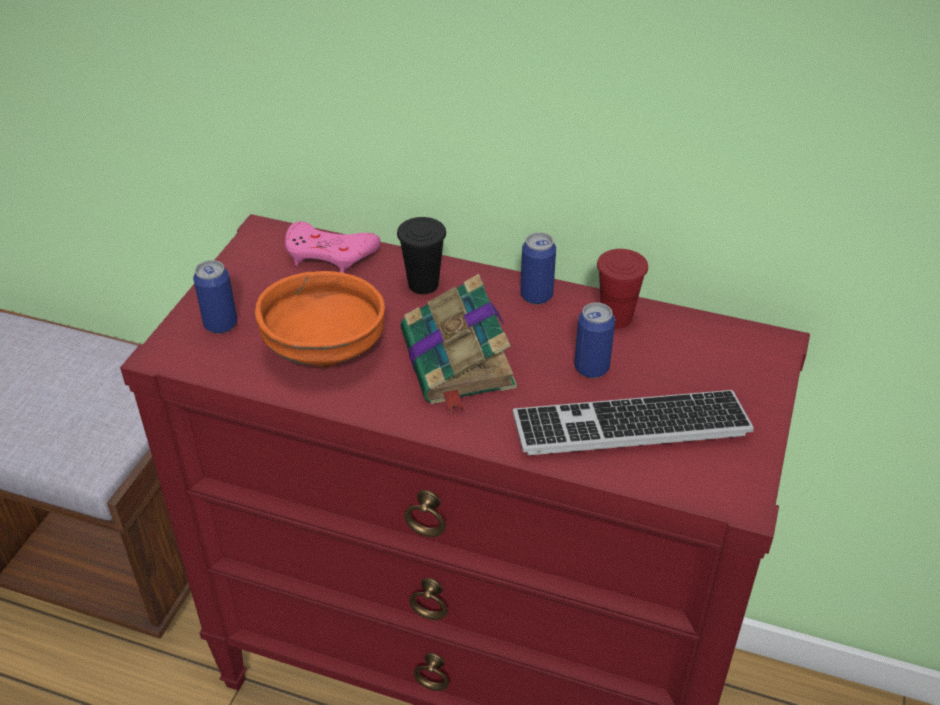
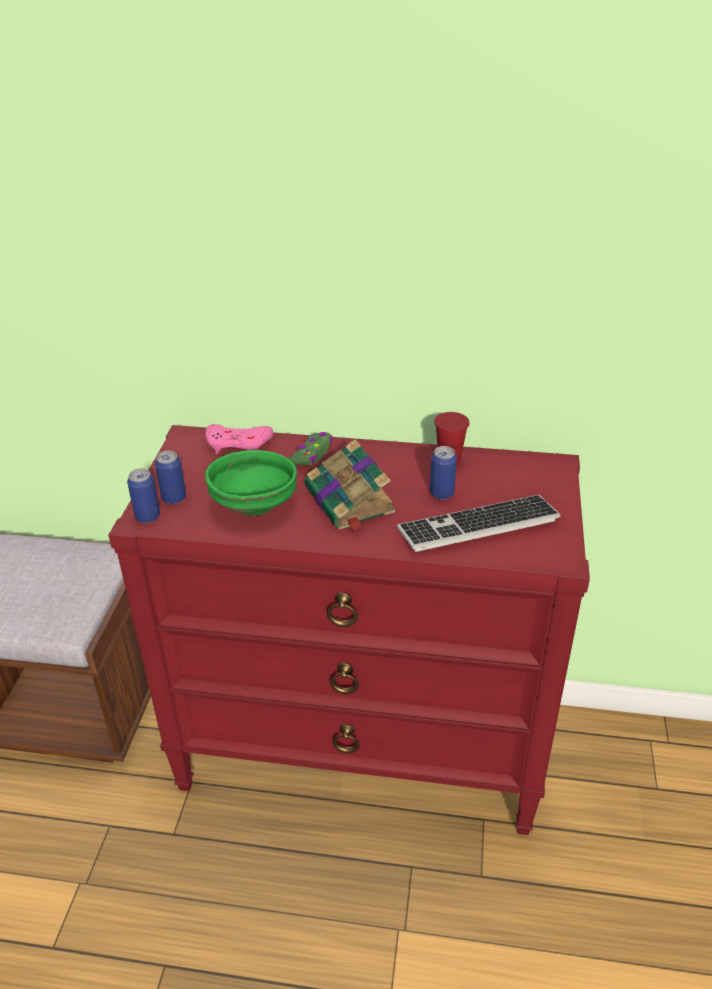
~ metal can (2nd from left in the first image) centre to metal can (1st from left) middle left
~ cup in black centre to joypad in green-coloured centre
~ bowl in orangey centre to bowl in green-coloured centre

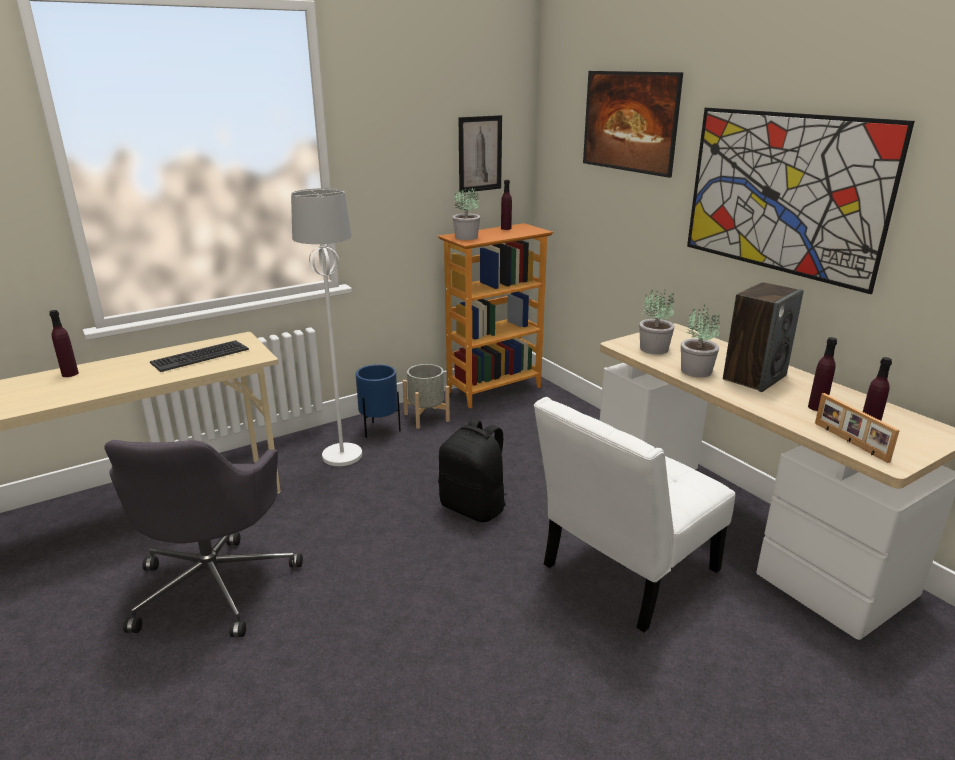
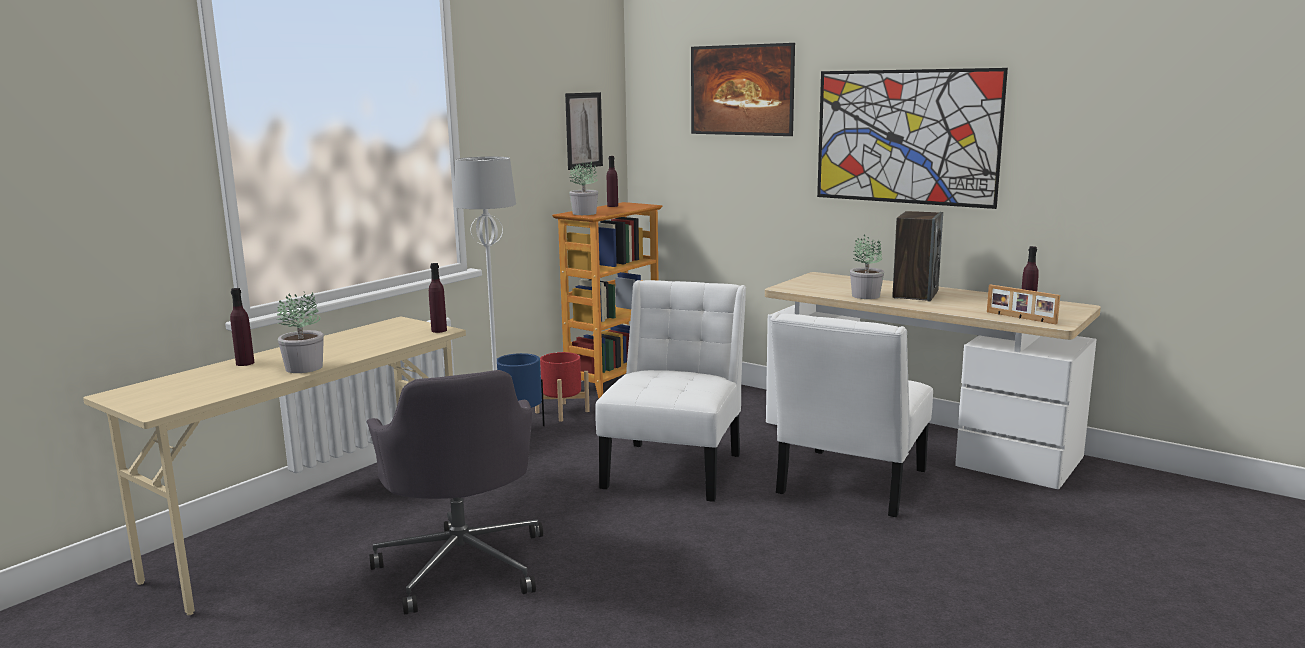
- PC keyboard middle left
~ potted plant (2nd from left in the first image) middle right to potted plant (1st from left) middle left
~ beverage bottle in purple (3rd from left in the first image) middle right to beverage bottle in purple (2nd from left) centre
~ backpack in black centre to chair in whitish (1st from left) centre
~ plant pot in grey centre to plant pot in red-coloured centre

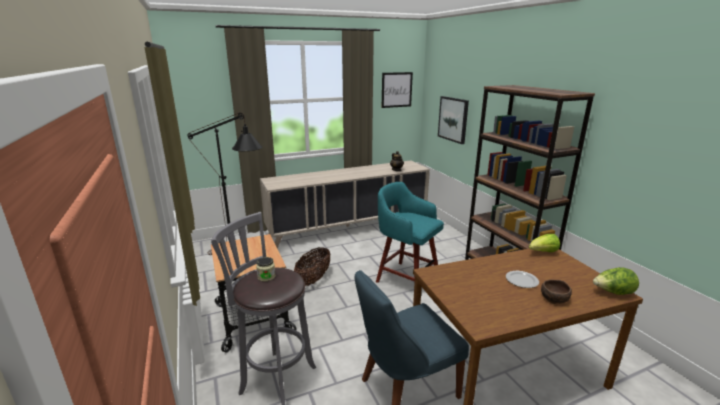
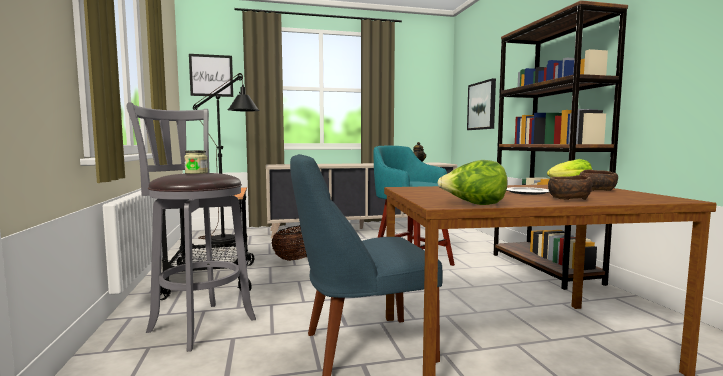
+ bowl in brown-coloured (2nd from left) middle right
~ wall picture (1st from left) top centre to top left
~ head of lettuce (2nd from left in the first image) bottom right to head of lettuce (1st from left) centre

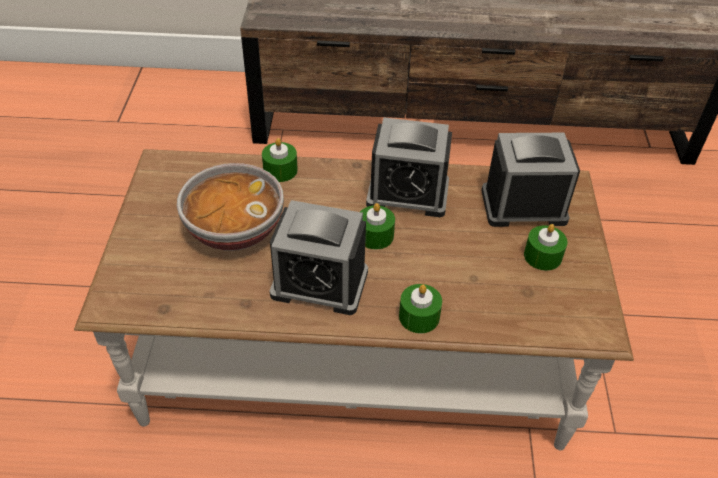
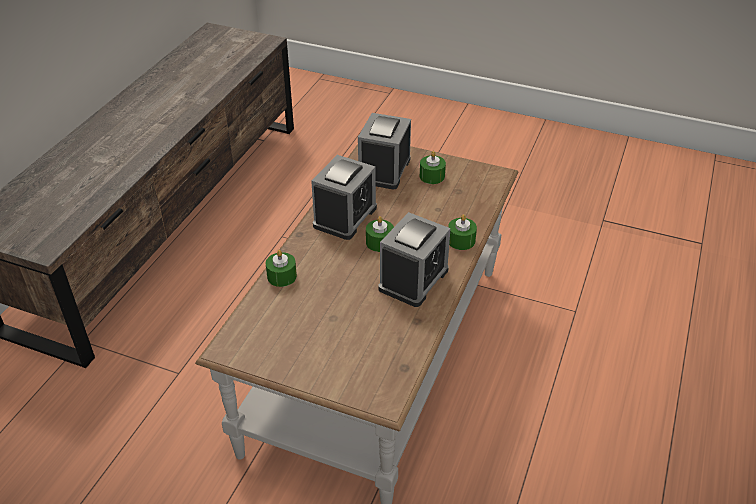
- bowl middle left

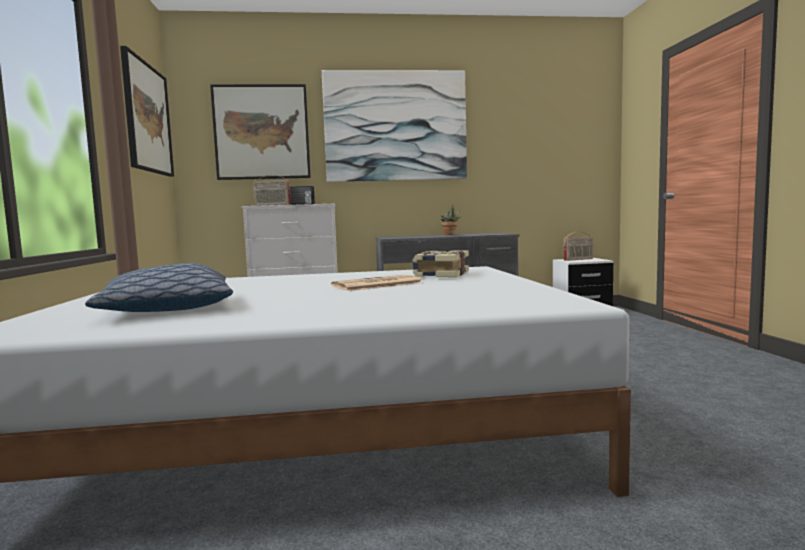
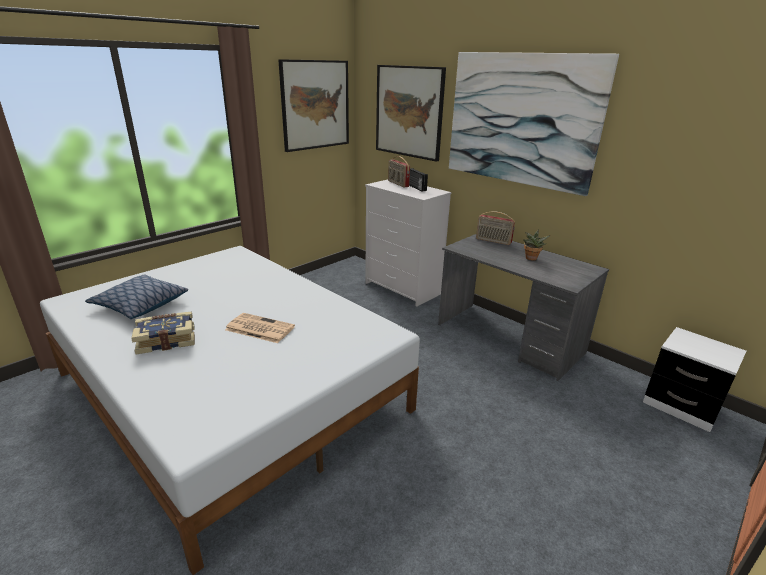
~ book centre to middle left
~ radio (3rd from left) middle right to centre

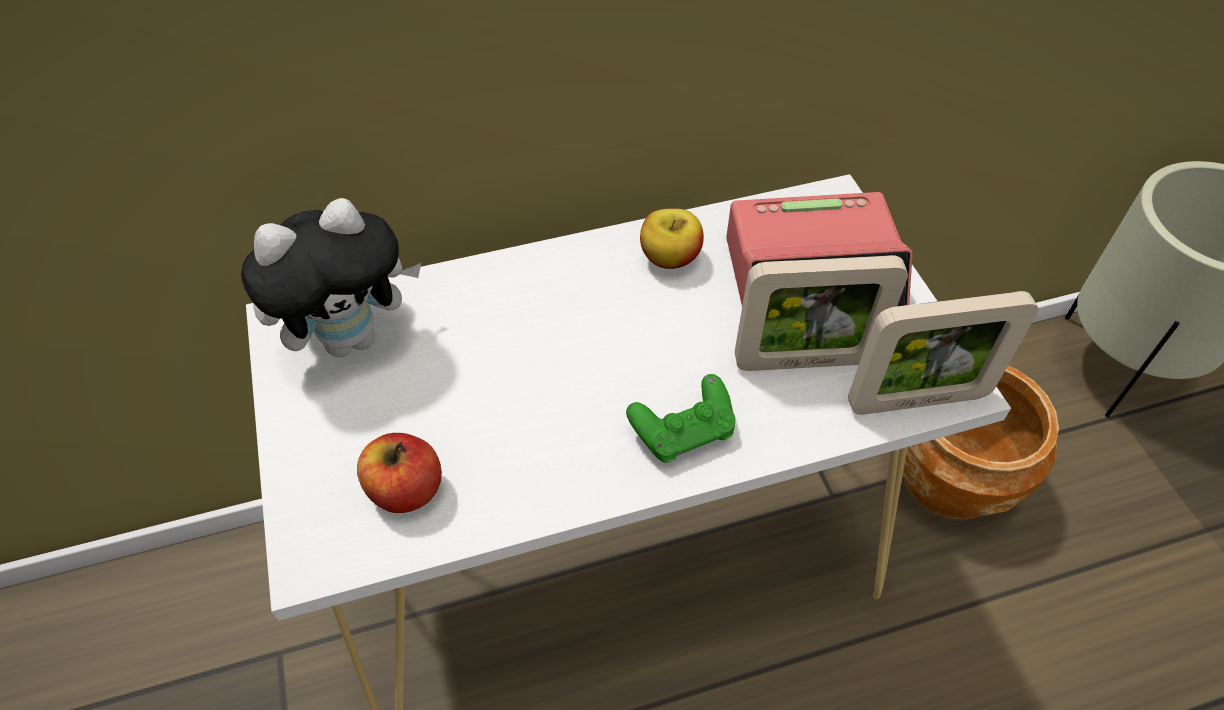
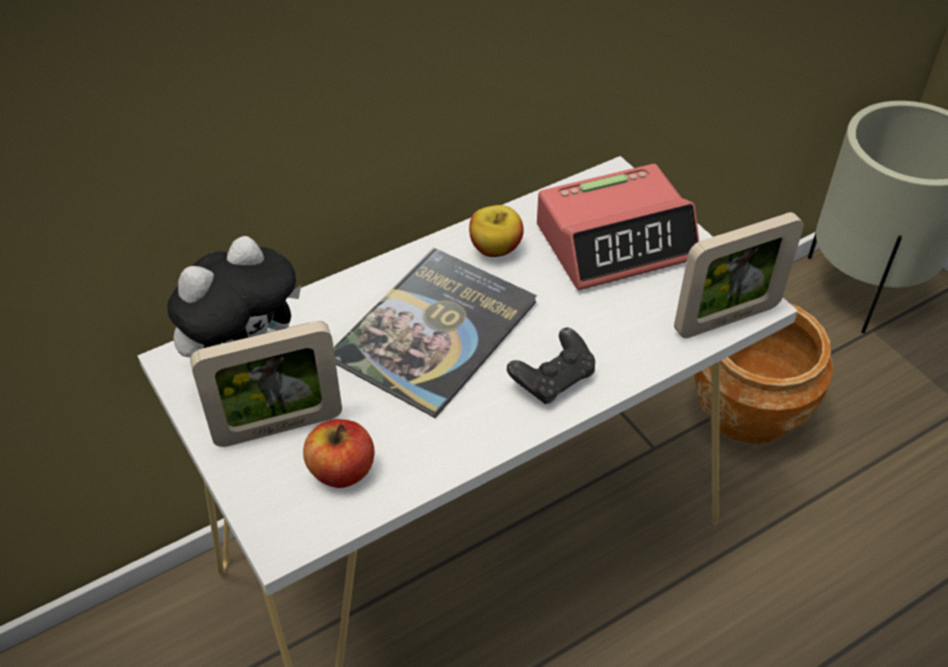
+ book centre
~ standing frame (1st from left) middle right to middle left
~ joypad in green-coloured centre to joypad in black centre

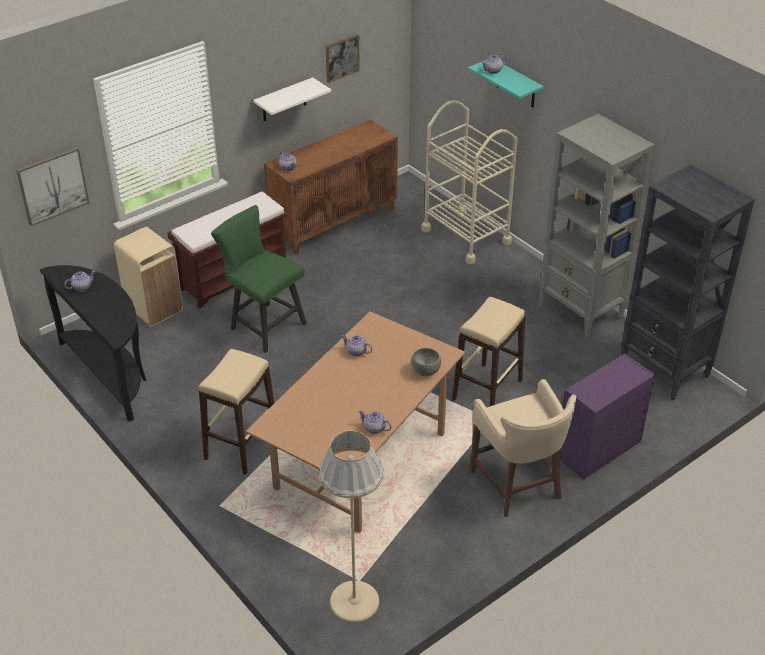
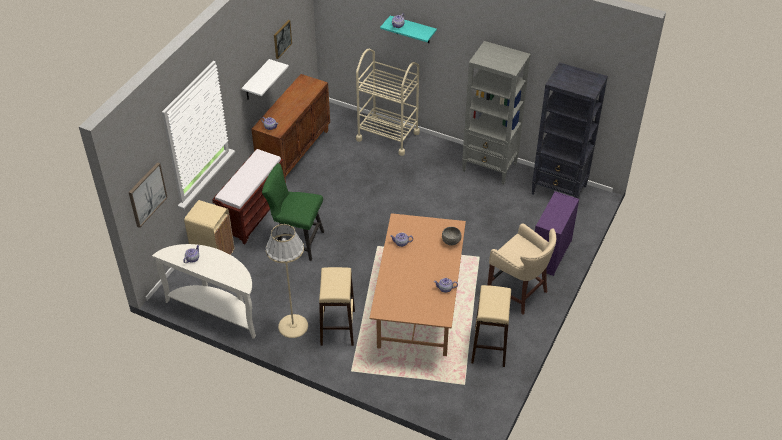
~ standard lamp in beige-coloured bottom centre to centre
~ stool in beige-coloured (2nd from left) centre to bottom centre
~ console table in black middle left to console table in whitish middle left

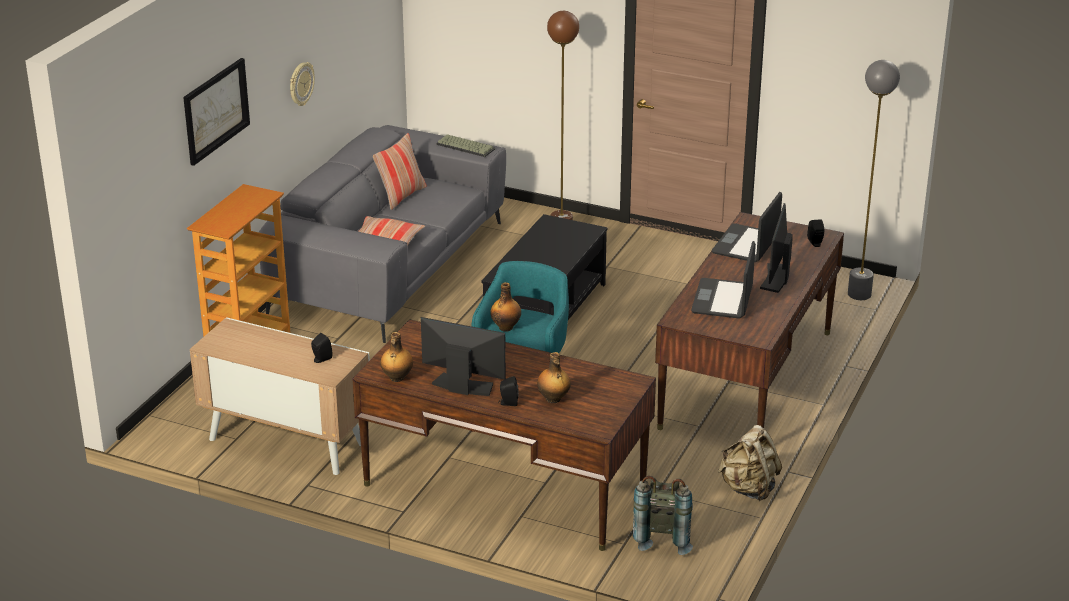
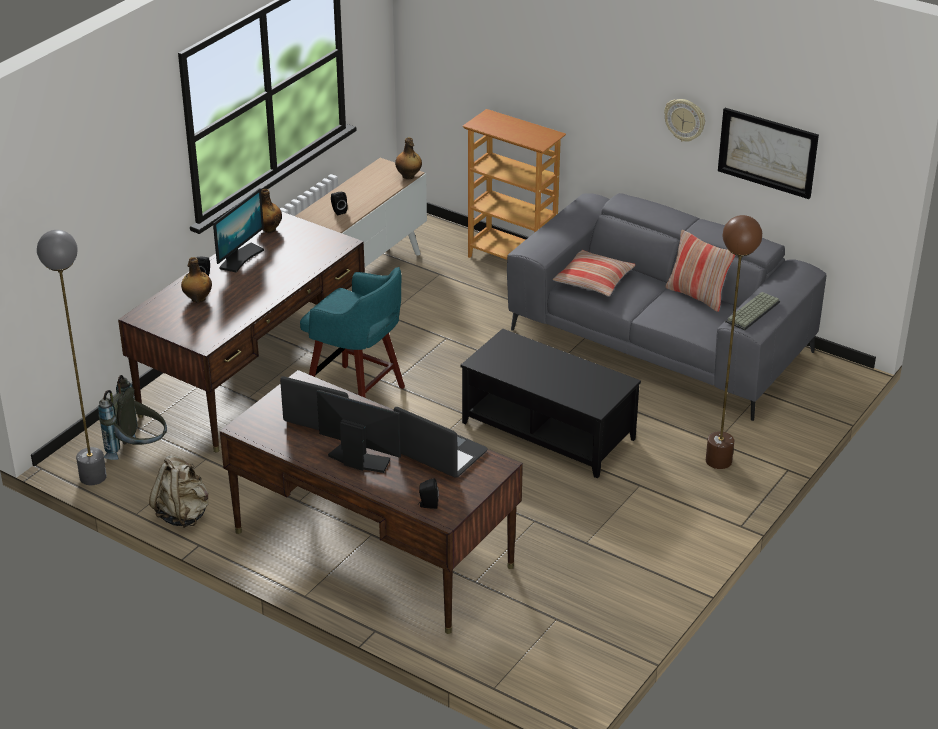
~ wall picture top left to top right
~ beverage bottle (2nd from left in the first image) centre to beverage bottle (3rd from left) top centre
~ standard lamp in grey top right to middle left

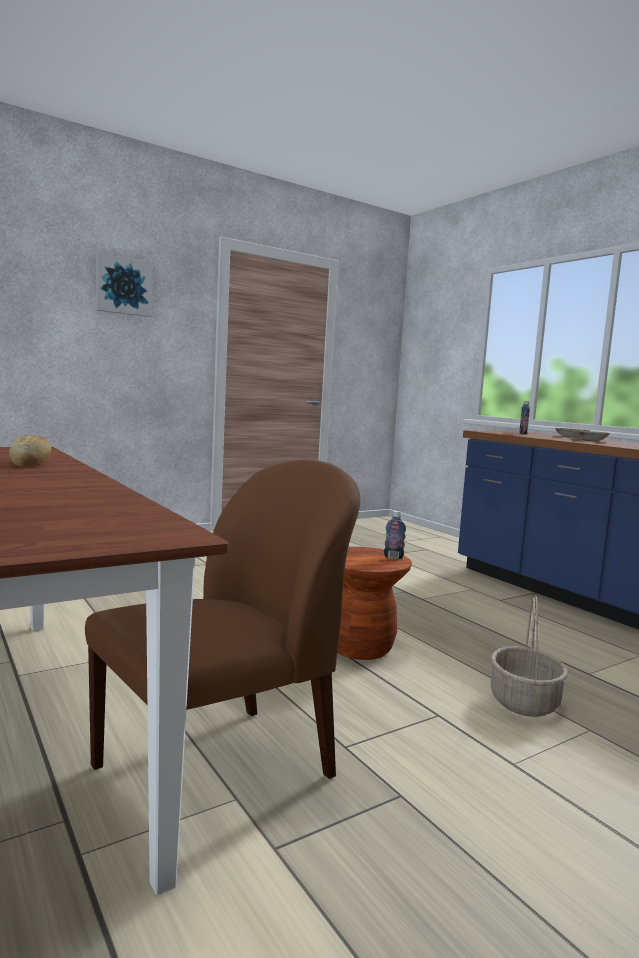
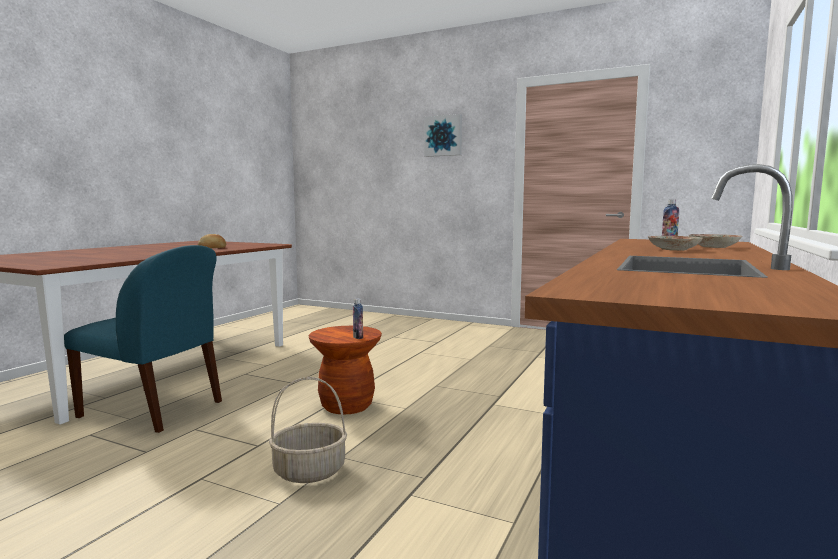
~ chair in brown-coloured centre to chair in blue-coloured middle left

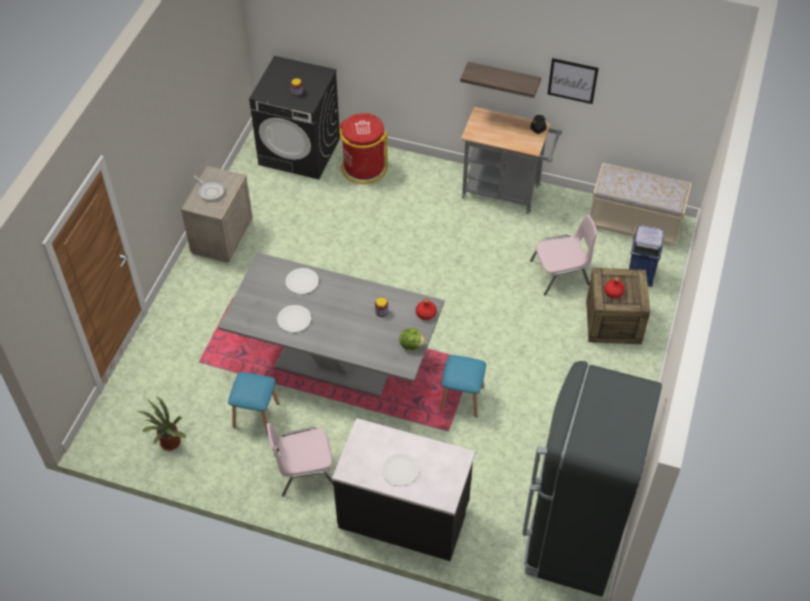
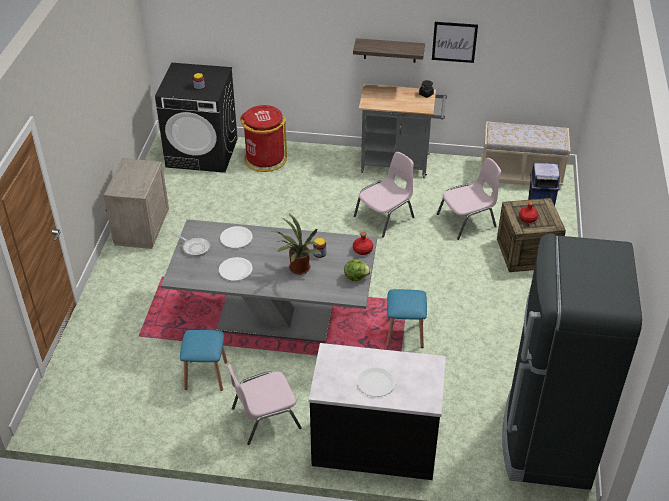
+ chair in pink (2nd from left) centre
~ potted plant bottom left to centre
~ frying pan top left to middle left

